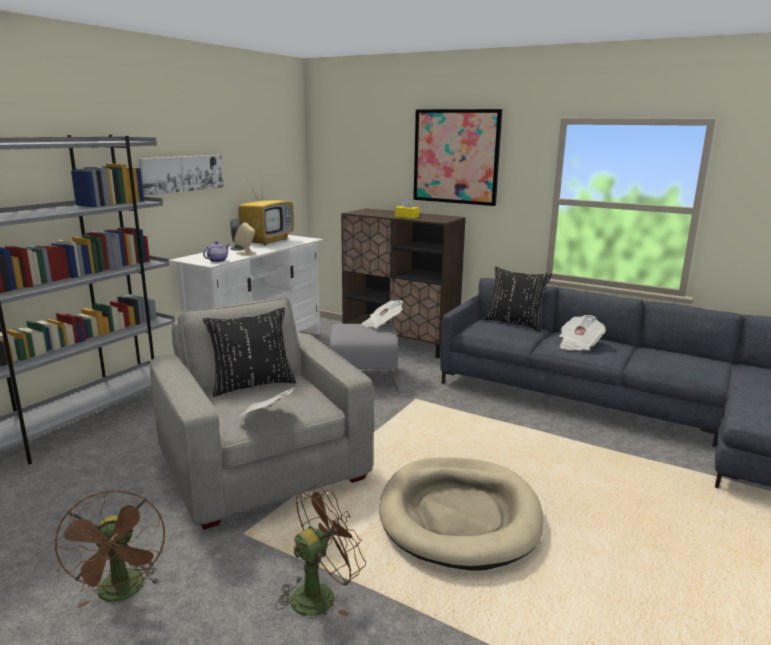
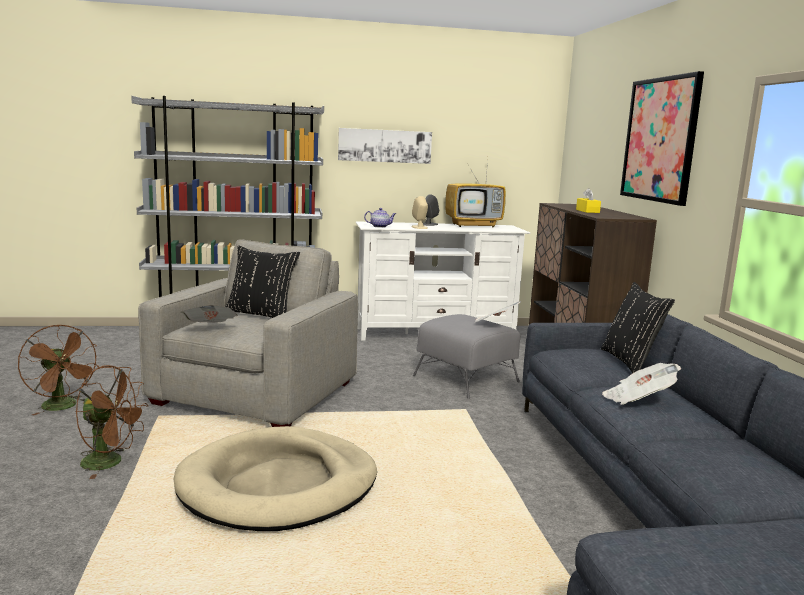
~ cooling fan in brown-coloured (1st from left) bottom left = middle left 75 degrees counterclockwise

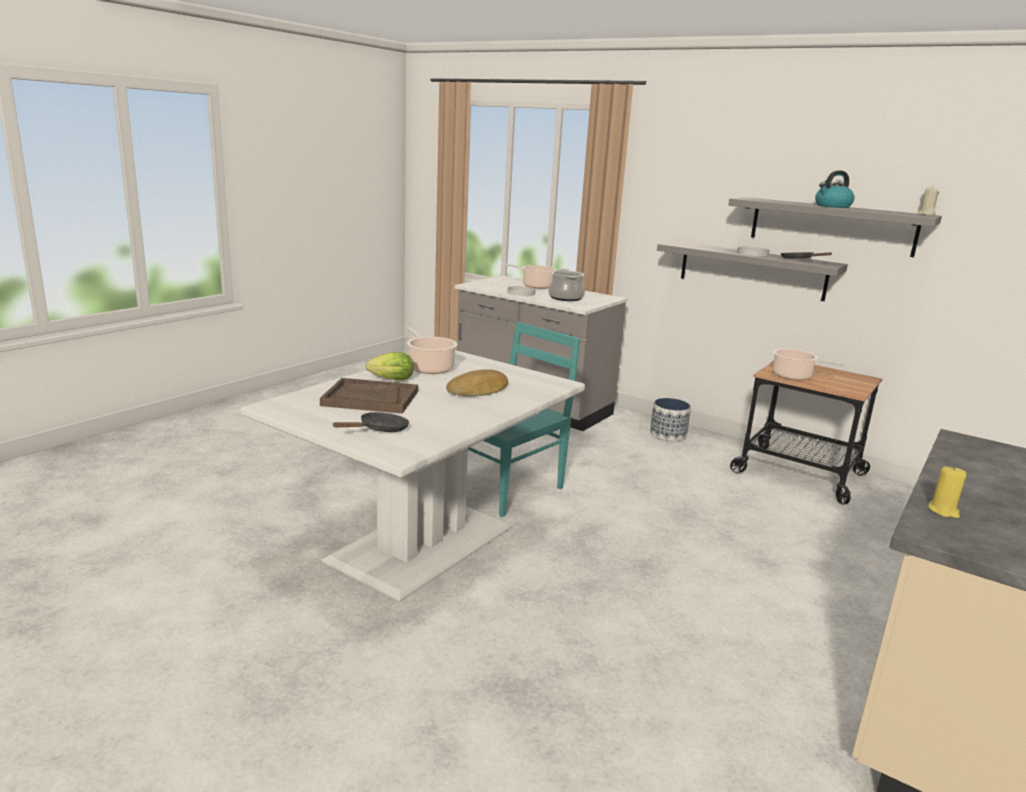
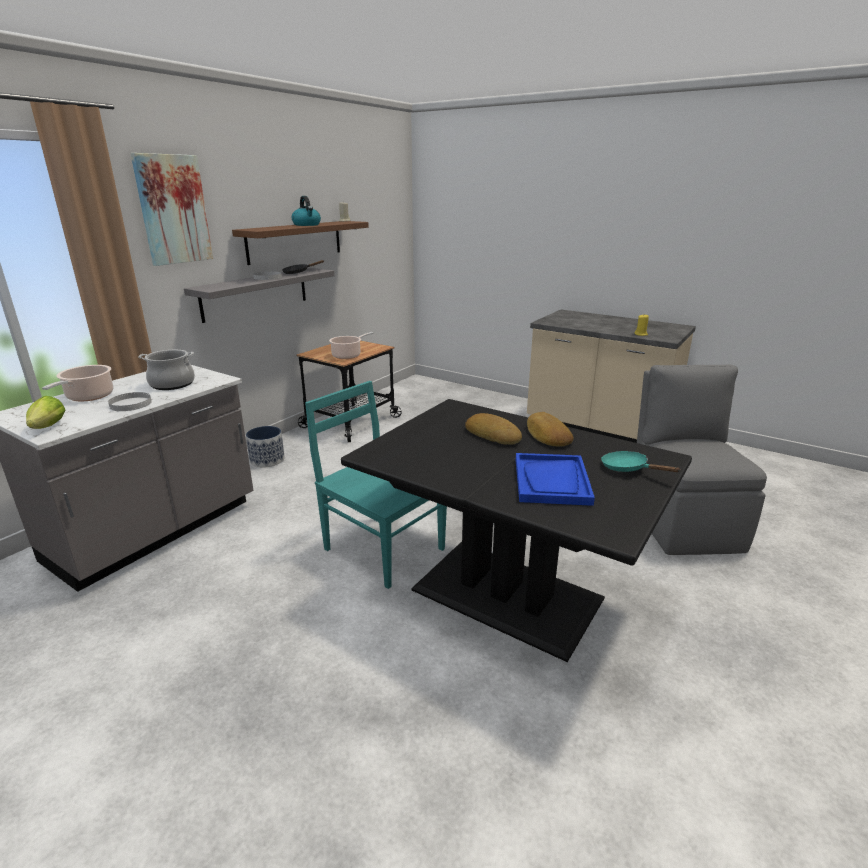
- stockpot (1st from left) centre
+ wall picture top left
+ bakery bread (2nd from left) centre
+ chair in grey middle right
~ head of lettuce centre to middle left
~ dining table in whitish centre to dining table in black centre
~ serving tray in brown-coloured centre to serving tray in blue-coloured centre
~ frying pan in black (1st from left) centre to frying pan in blue-green middle right
~ bracket shelf in grey (2nd from left) top right to bracket shelf in brown-coloured top centre

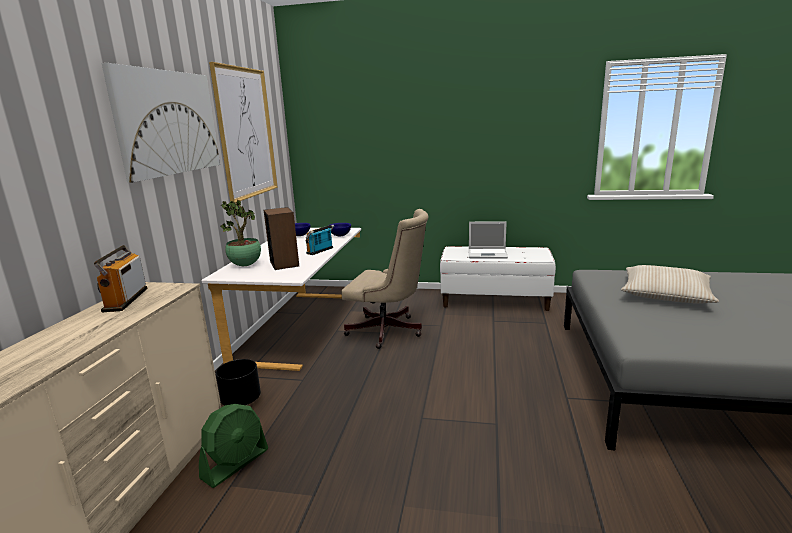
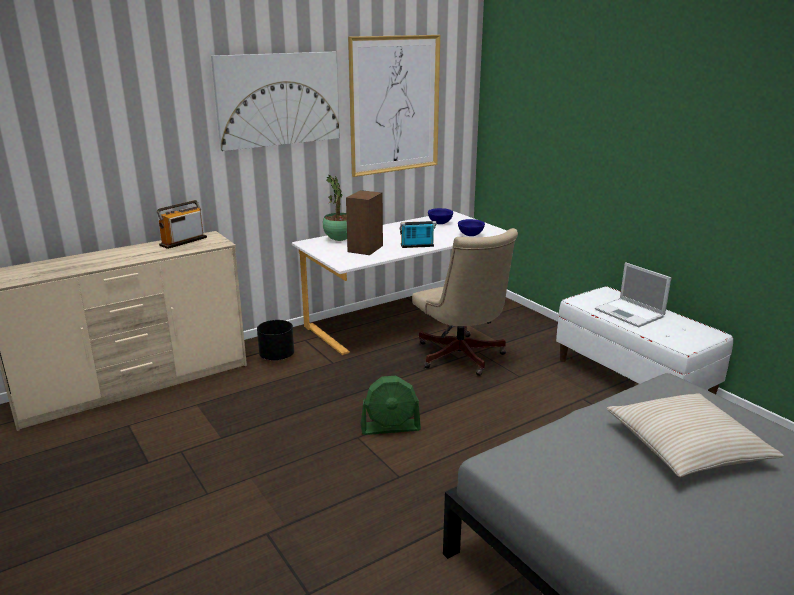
~ cooling fan in green-coloured bottom left to bottom centre

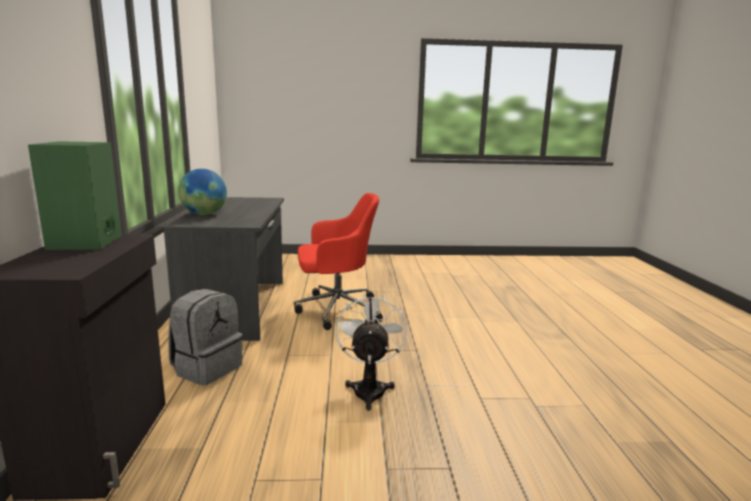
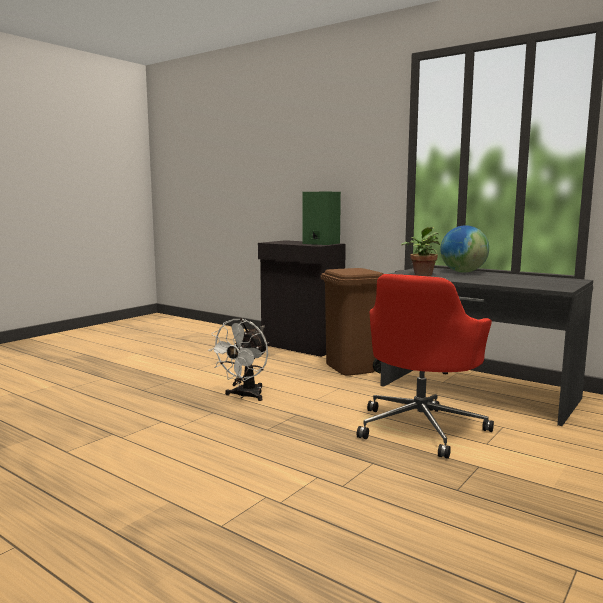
+ potted plant middle right
~ backpack in grey bottom left to rubbish bin in brown-coloured centre
~ cooling fan in whitish bottom centre = centre 75 degrees clockwise

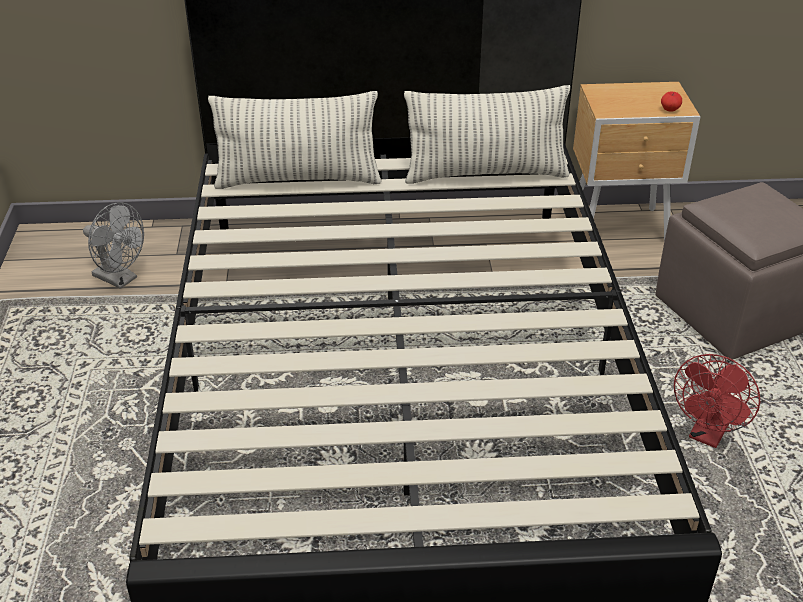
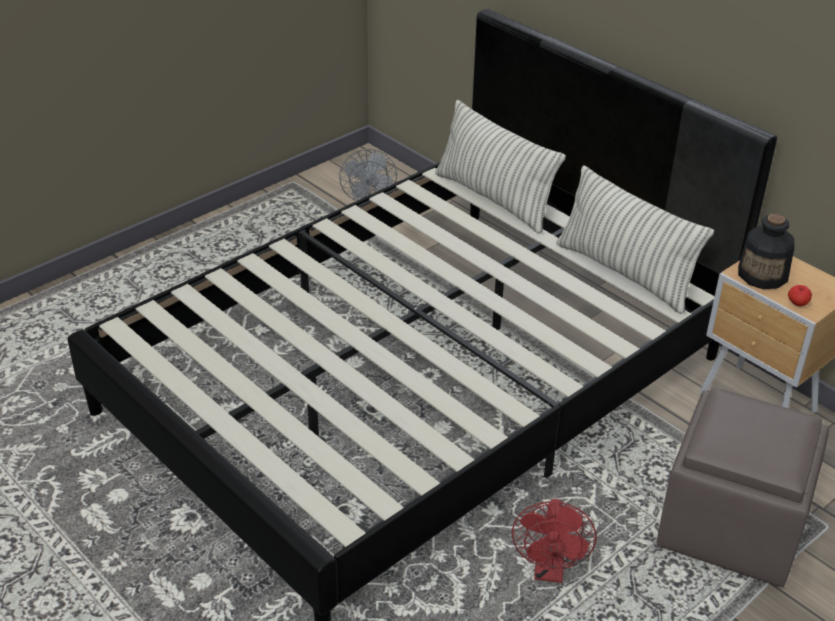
+ beverage bottle middle right
~ cooling fan in red-coloured middle right = bottom centre 75 degrees counterclockwise

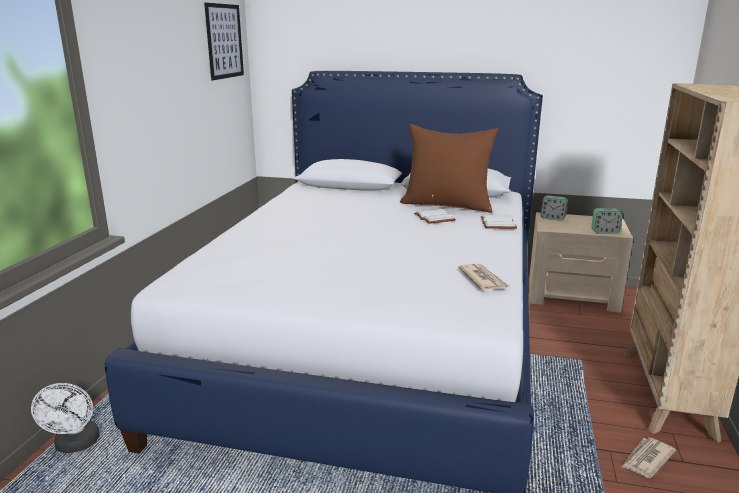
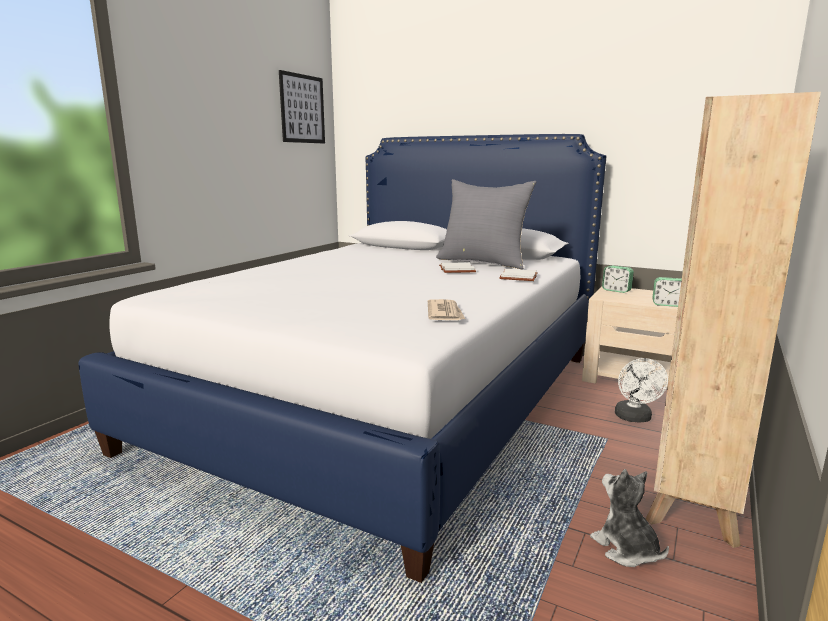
~ cooling fan in whitish bottom left to middle right
~ printed paper (2nd from left) bottom right to cuddly toy bottom right
~ throw pillow in brown-coloured centre to throw pillow in grey centre

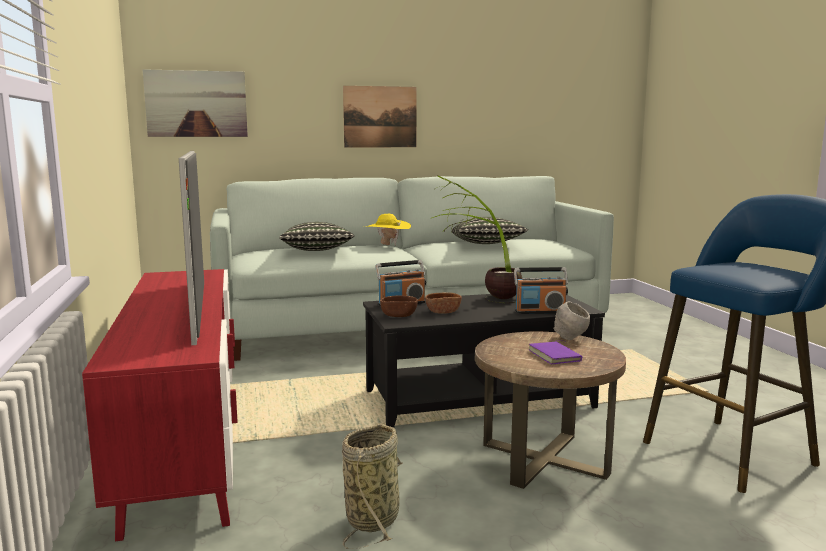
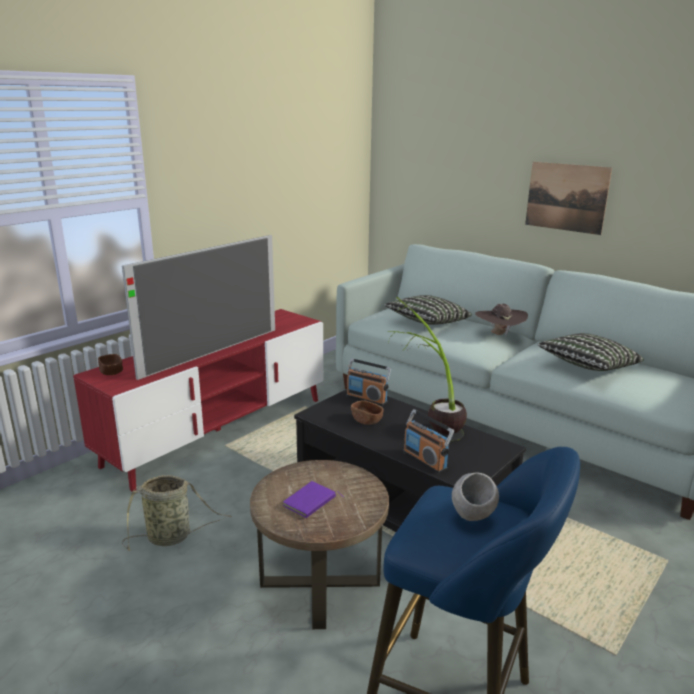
- wall picture (1st from left) top left
~ bowl in brown-coloured (1st from left) centre to middle left
~ bowl in grey middle right to bottom right
~ wearable hat in yellow centre to wearable hat in brown-coloured middle right

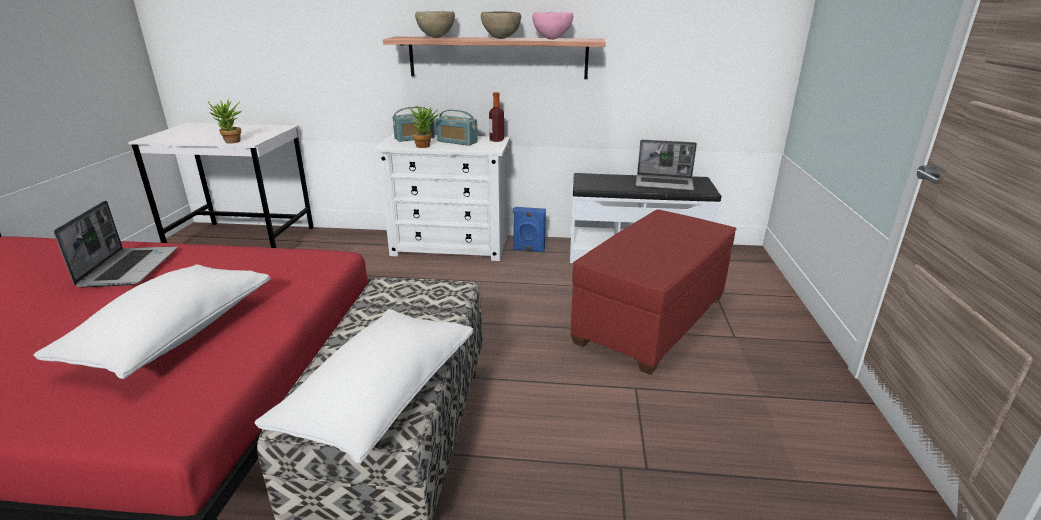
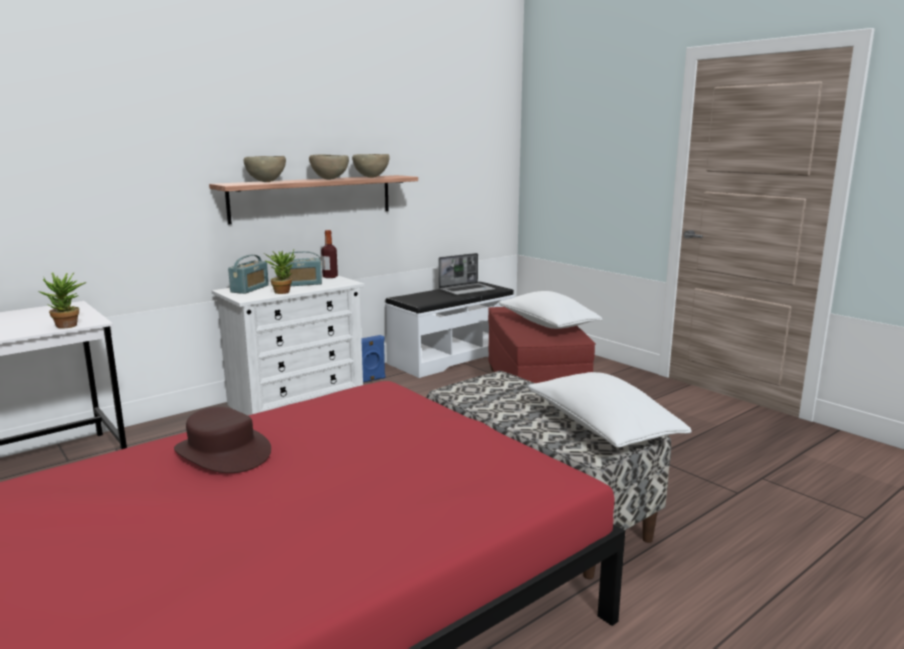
~ throw pillow in whitish (1st from left) middle left to centre
~ portable computer (1st from left) middle left to wearable hat in brown-coloured bottom left
~ bowl in pink top centre to bowl in brown-coloured (3rd from left) top centre

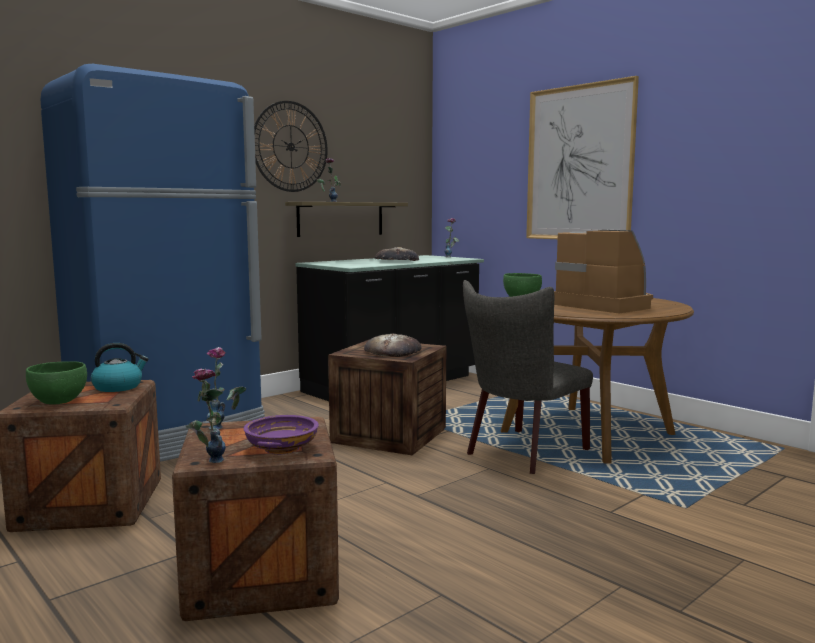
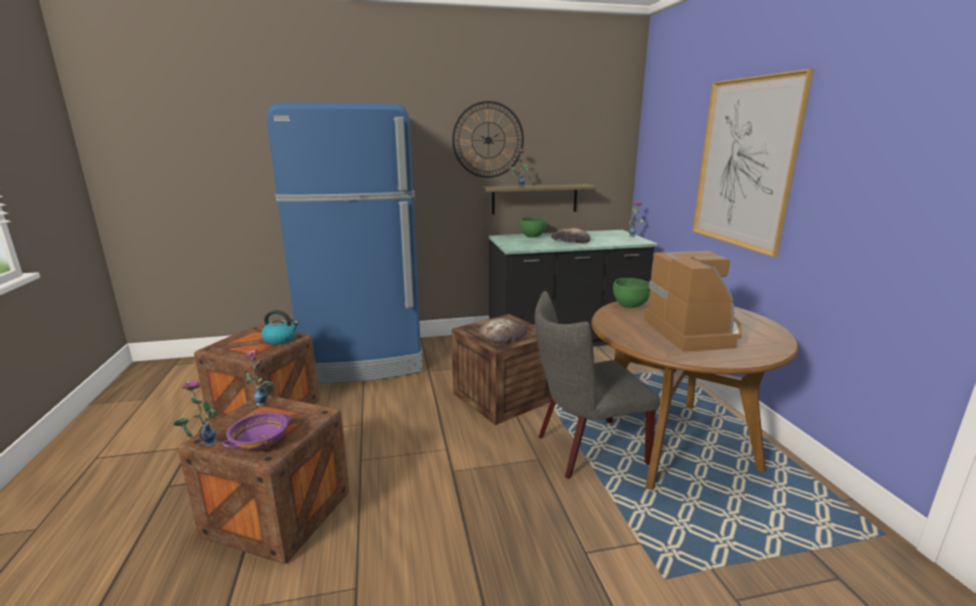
~ bowl in green-coloured (1st from left) middle left to centre

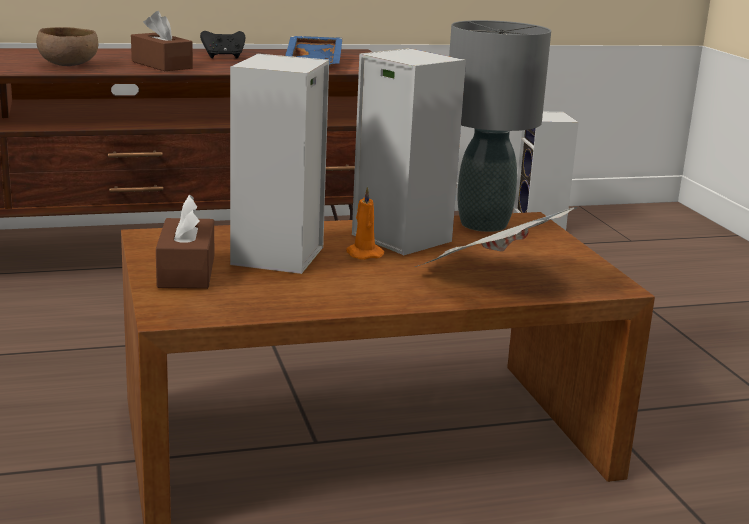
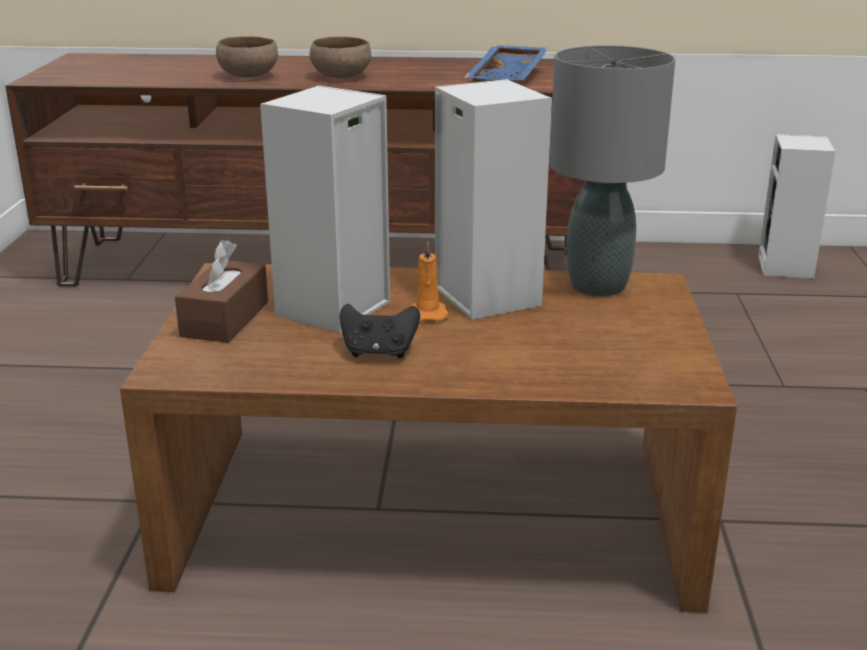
- printed paper centre
~ joypad in black top left to centre
~ tissue holder in brown-coloured (1st from left) top left to bowl in brown-coloured (2nd from left) top centre

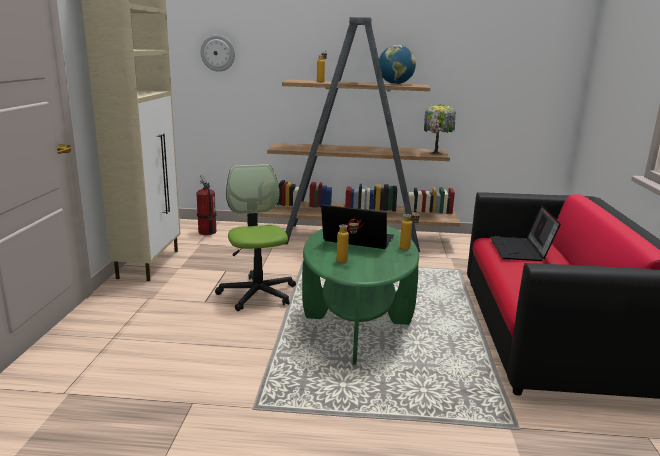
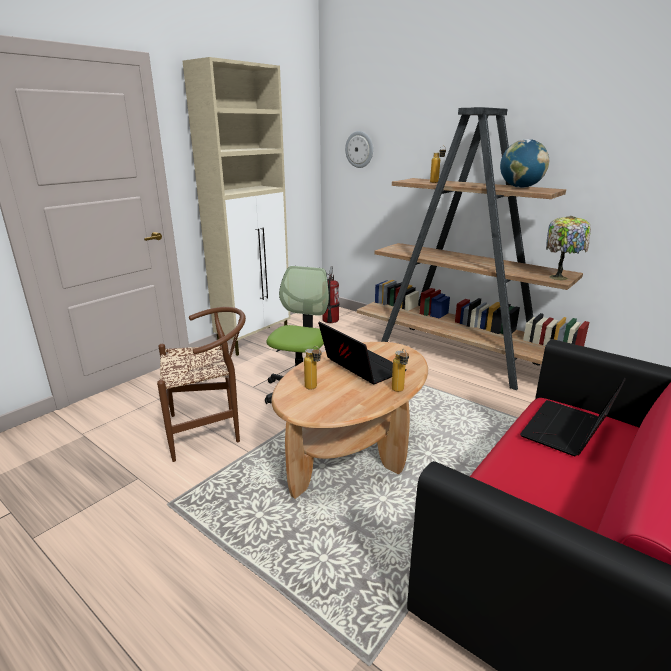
+ chair in brown-coloured middle left
~ coffee table in green-coloured centre to coffee table in brown-coloured centre

